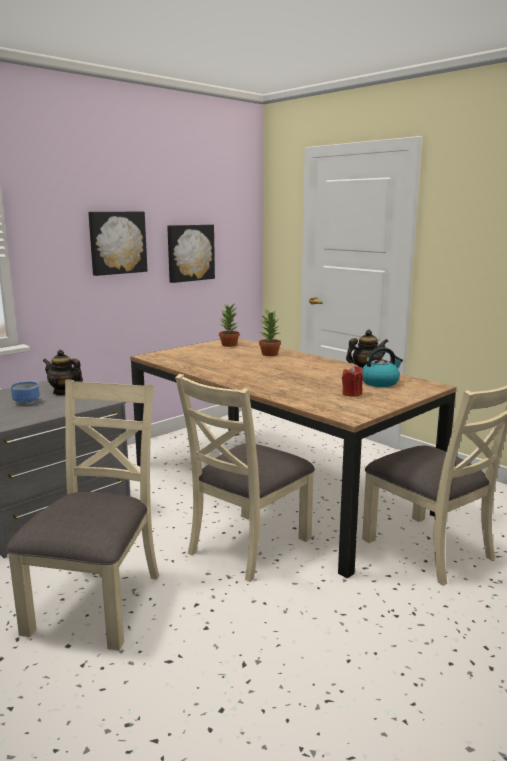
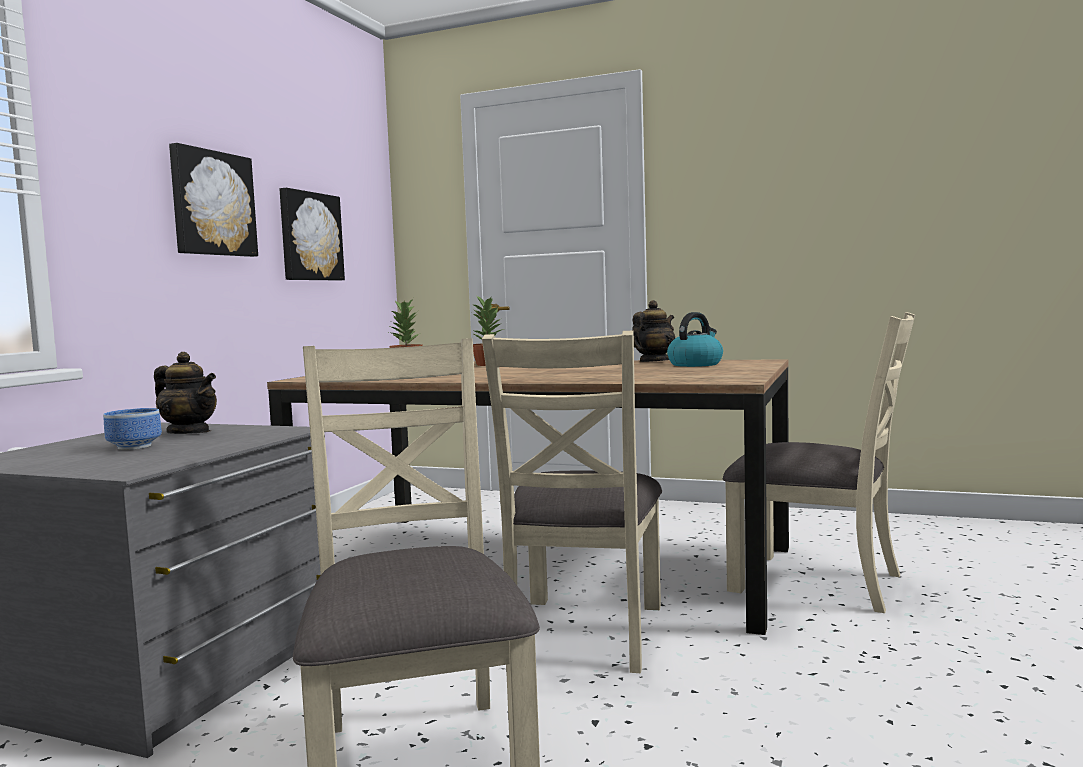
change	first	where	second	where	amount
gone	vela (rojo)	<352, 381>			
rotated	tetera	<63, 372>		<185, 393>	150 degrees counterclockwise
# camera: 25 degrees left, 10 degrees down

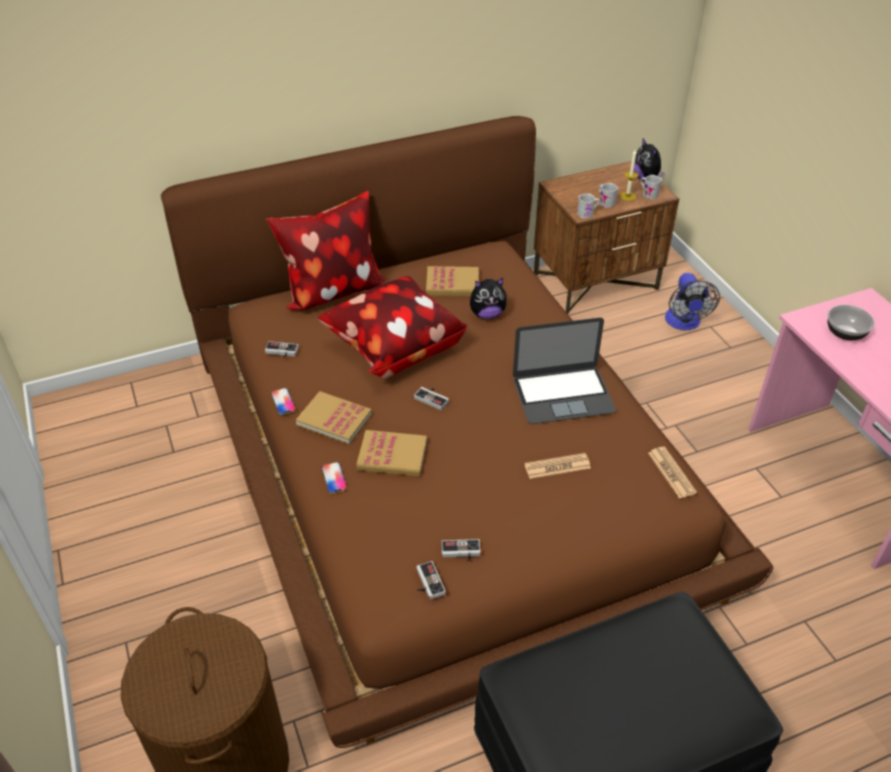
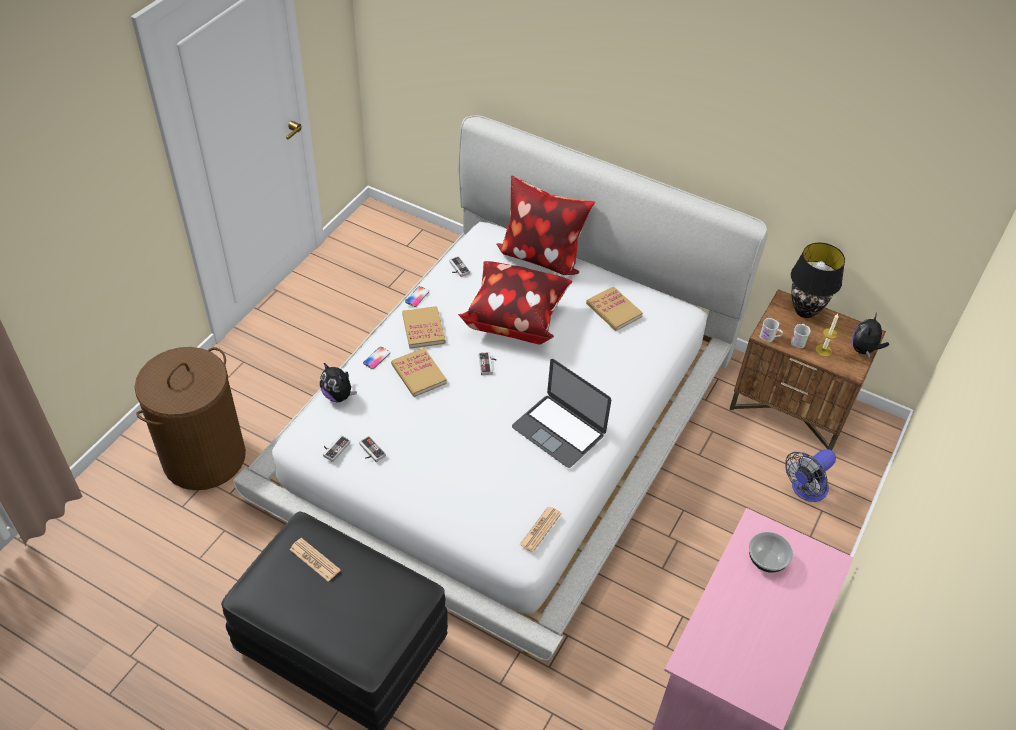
change	first	where	second	where	amount
gone	taza grande (blanco)	<651, 187>			
new			lámpara de mesa (negro)	<818, 280>	
shifted	peluche	<488, 298>		<338, 382>	
shifted	periódico	<558, 466>		<315, 560>	
repainted	cama (marrón)	<467, 432>	cama (blanco)	<500, 388>	
# camera: 50 degrees right, 5 degrees up

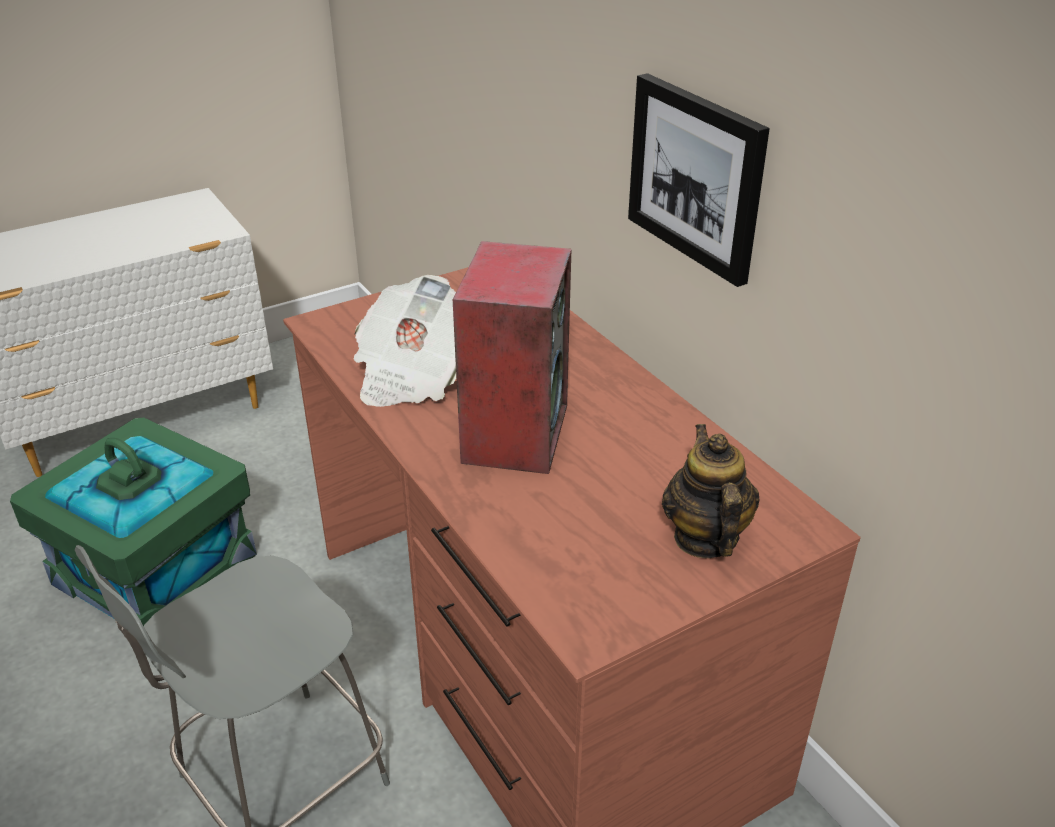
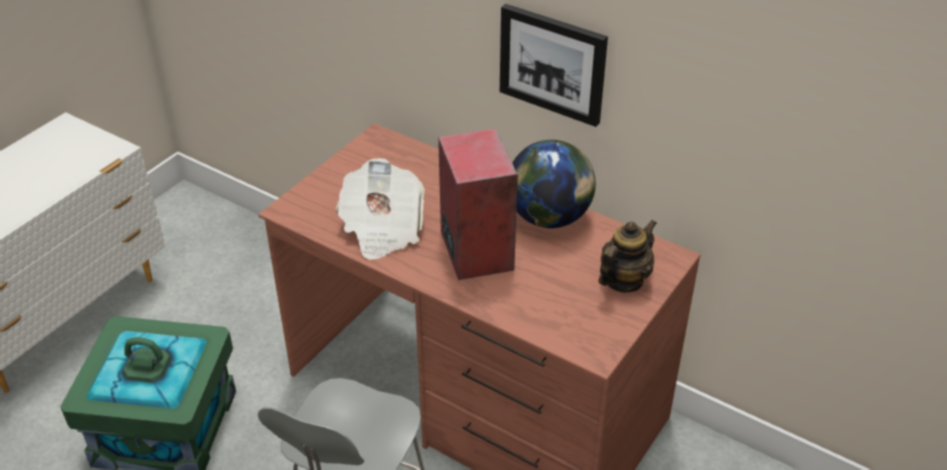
change	first	where	second	where	amount
new			globo terráqueo	<554, 184>	
rotated	tetera	<711, 491>		<627, 256>	75 degrees clockwise
# camera: 25 degrees left, 5 degrees up

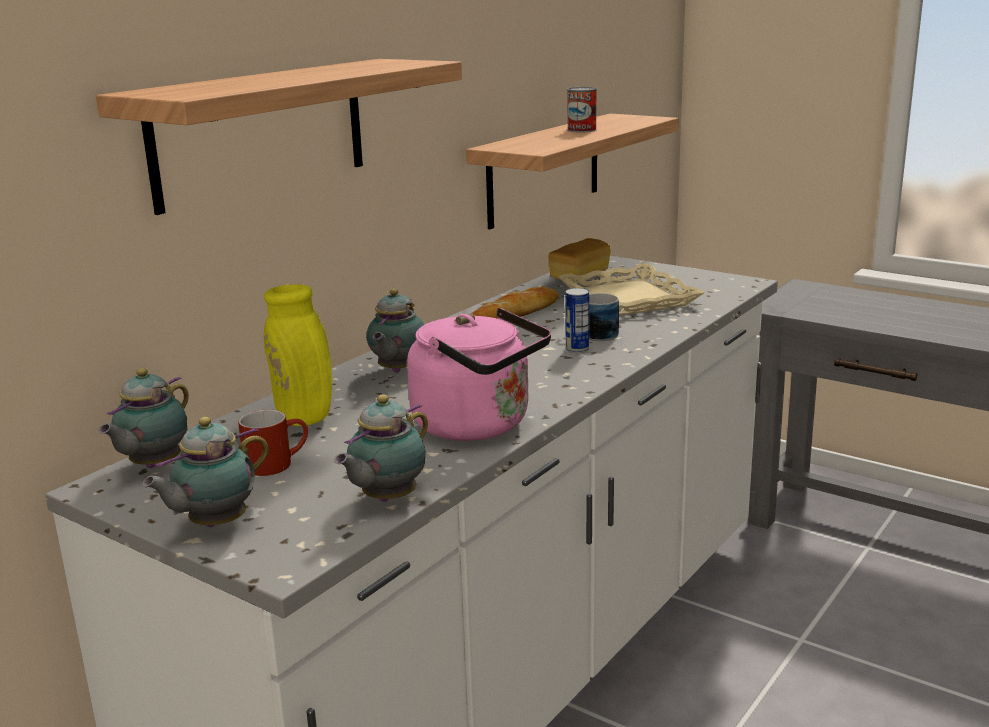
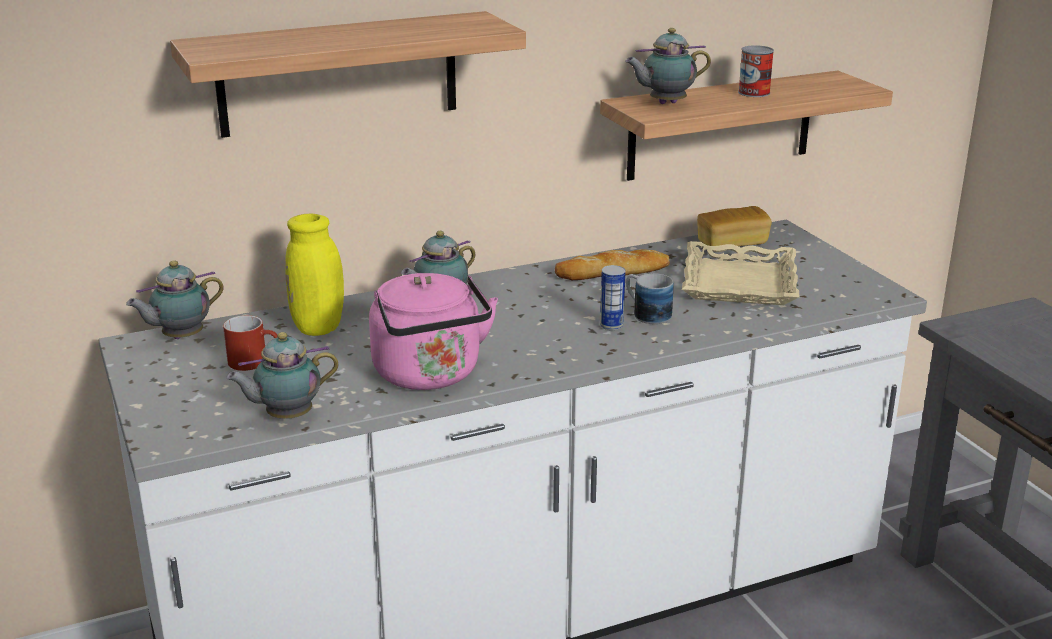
change	first	where	second	where	amount
shifted	tetera	<205, 472>		<668, 66>	
# camera: 30 degrees right, 5 degrees up

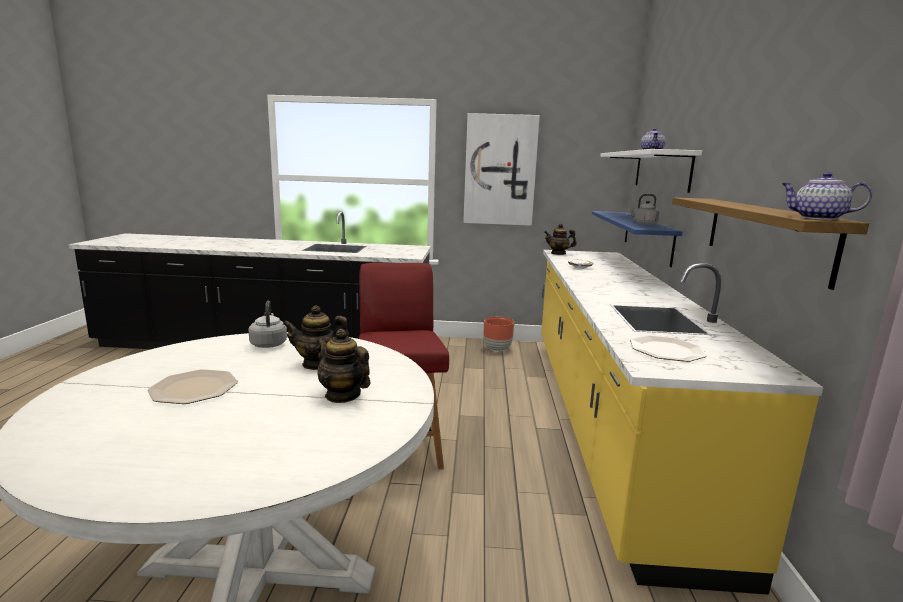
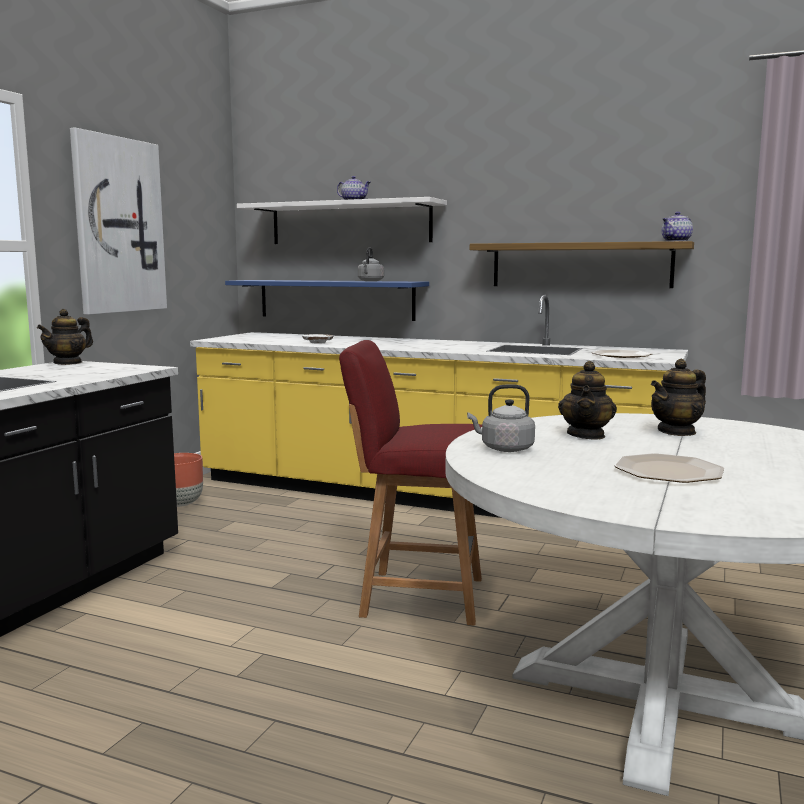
change	first	where	second	where	amount
shifted	tetera	<560, 239>		<65, 337>	
# camera: 70 degrees left, 5 degrees down

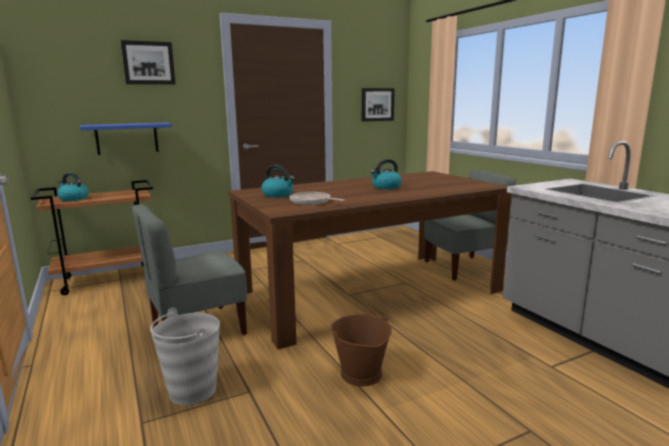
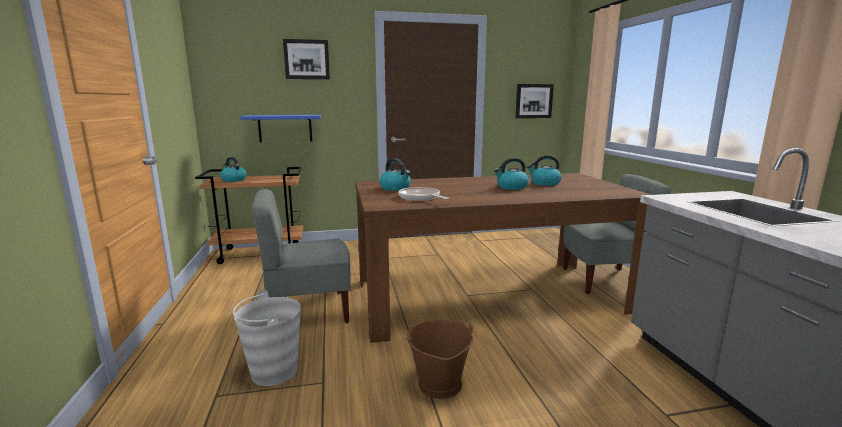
change	first	where	second	where	amount
new			hervidor	<544, 170>	
# camera: 15 degrees right, 0 degrees up

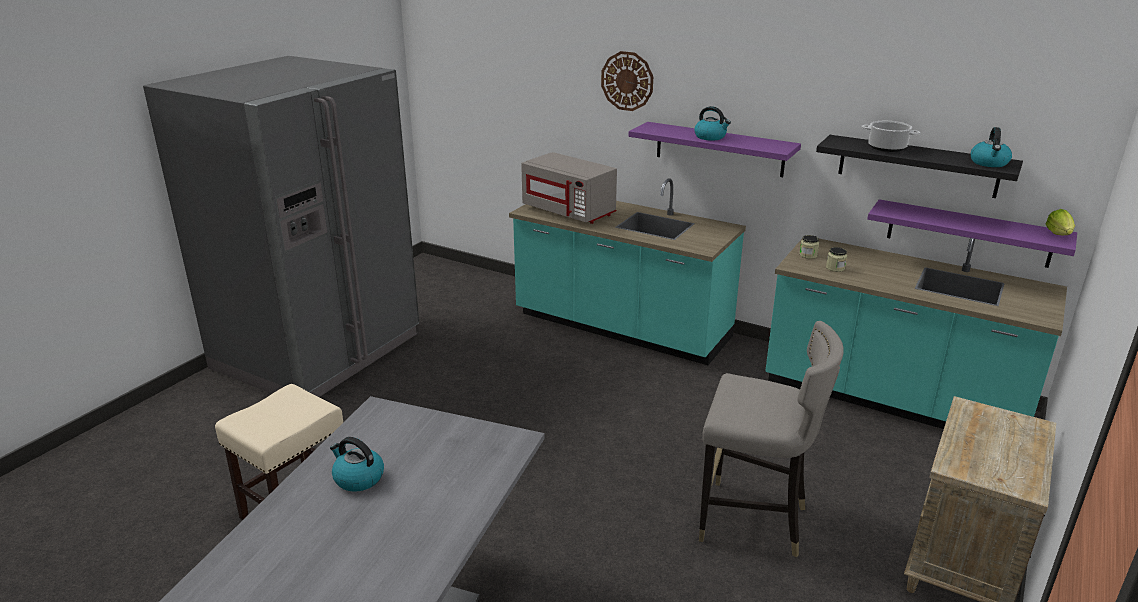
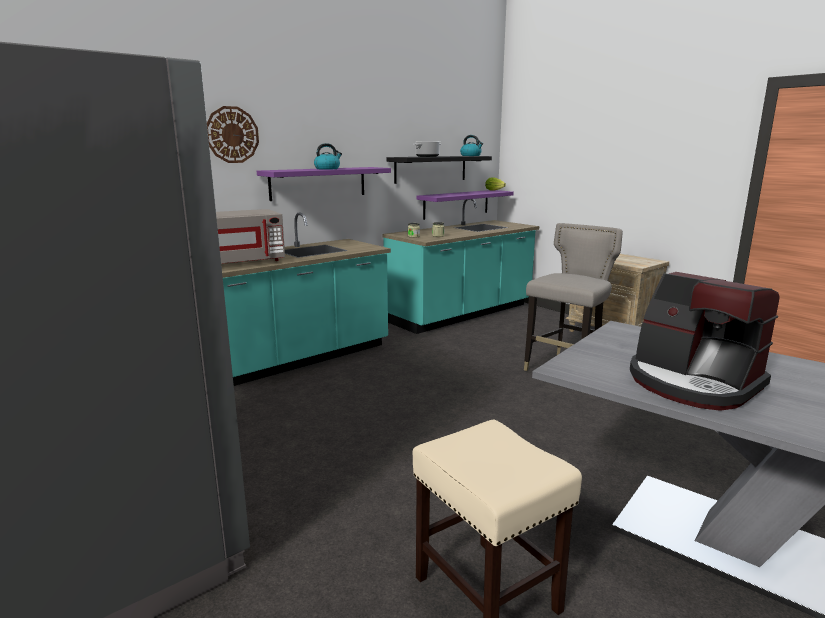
change	first	where	second	where	amount
swapped	hervidor	<357, 464>	cafetera	<704, 341>	
# camera: 70 degrees left, 10 degrees down

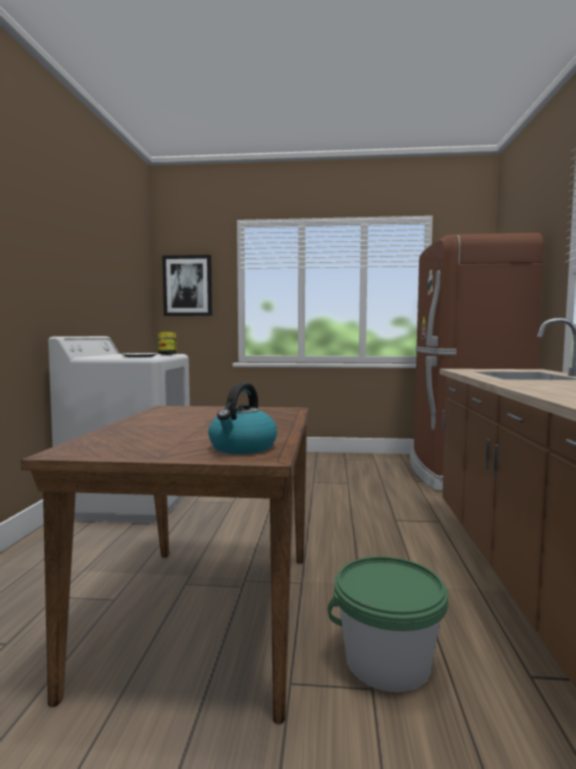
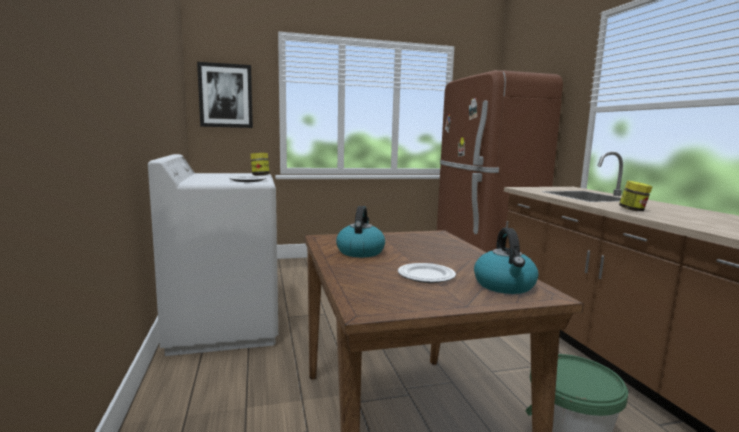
change	first	where	second	where	amount
new			hervidor	<360, 231>	
new			plato	<427, 273>	
new			tarro	<635, 196>	
# camera: 20 degrees left, 5 degrees up

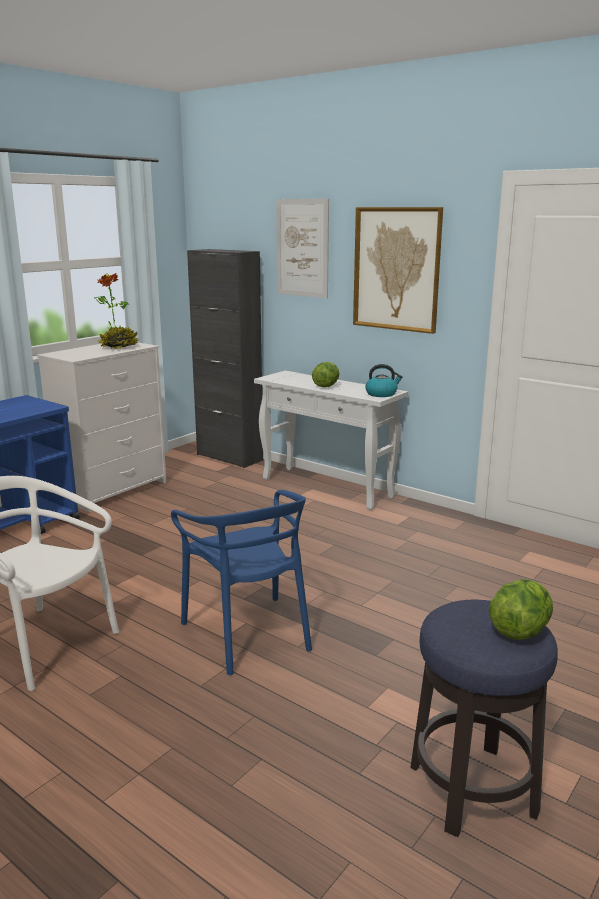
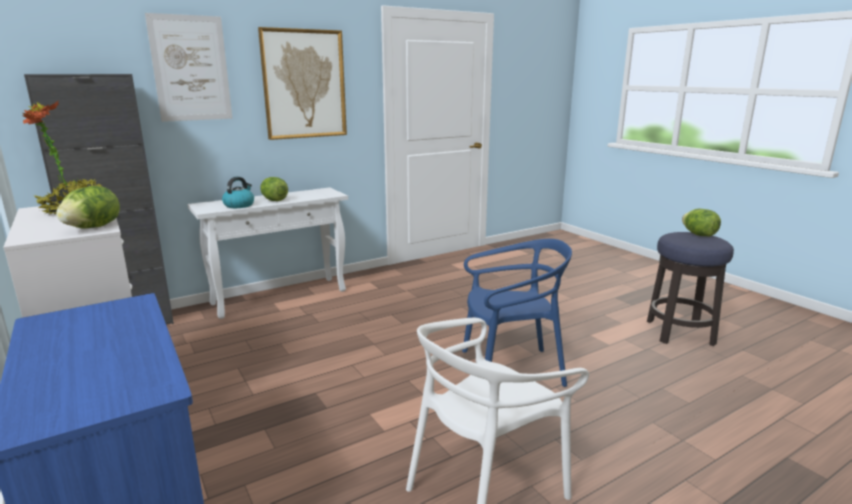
change	first	where	second	where	amount
new			lechuga	<88, 207>	
shifted	hervidor	<384, 380>		<238, 192>	
# camera: 70 degrees left, 0 degrees up

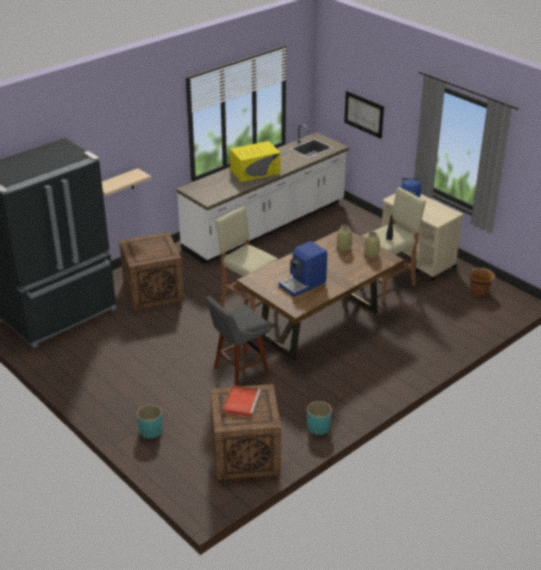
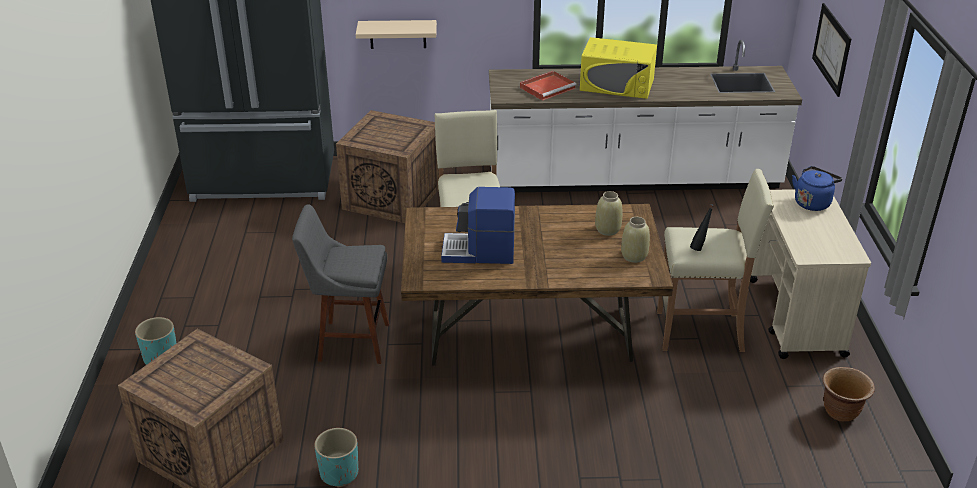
change	first	where	second	where	amount
shifted	bandeja (rojo)	<241, 401>		<548, 86>	
# camera: 40 degrees right, 0 degrees up

